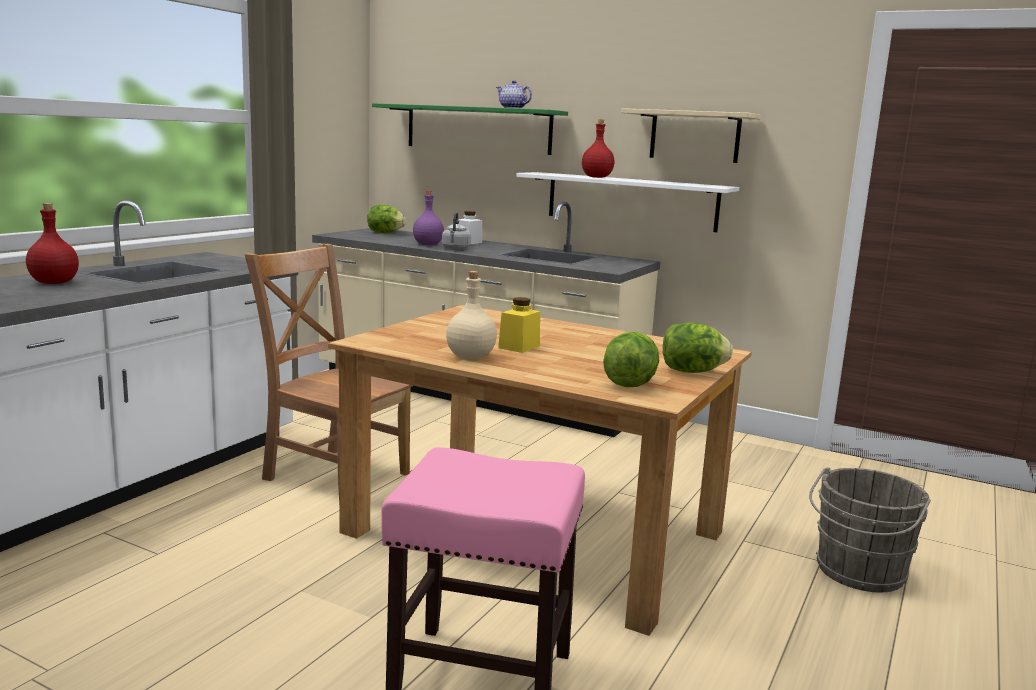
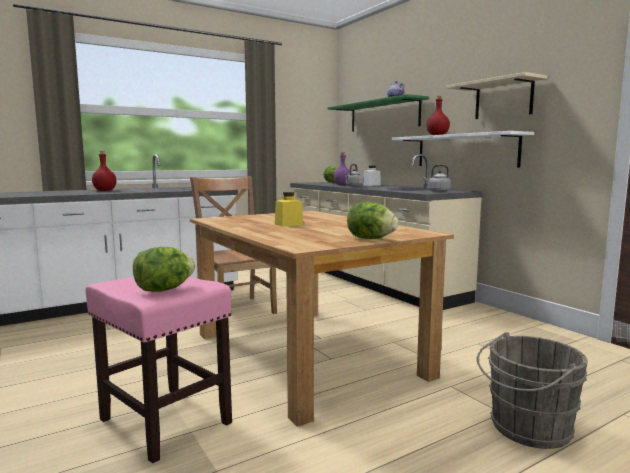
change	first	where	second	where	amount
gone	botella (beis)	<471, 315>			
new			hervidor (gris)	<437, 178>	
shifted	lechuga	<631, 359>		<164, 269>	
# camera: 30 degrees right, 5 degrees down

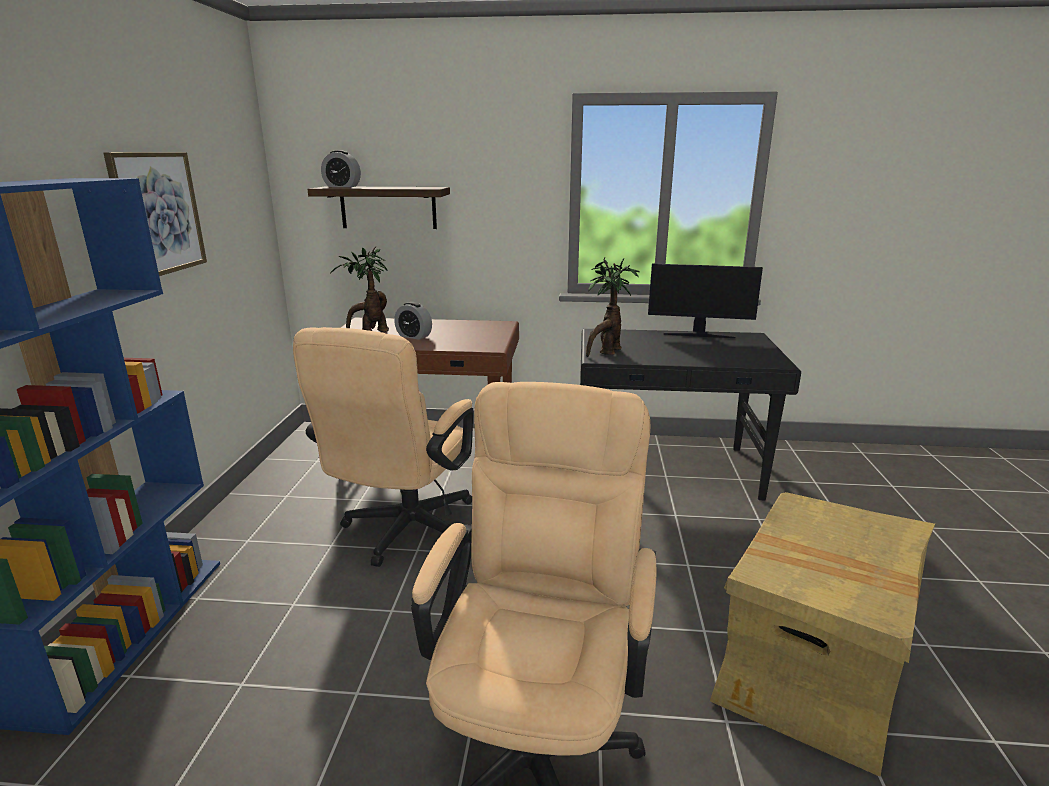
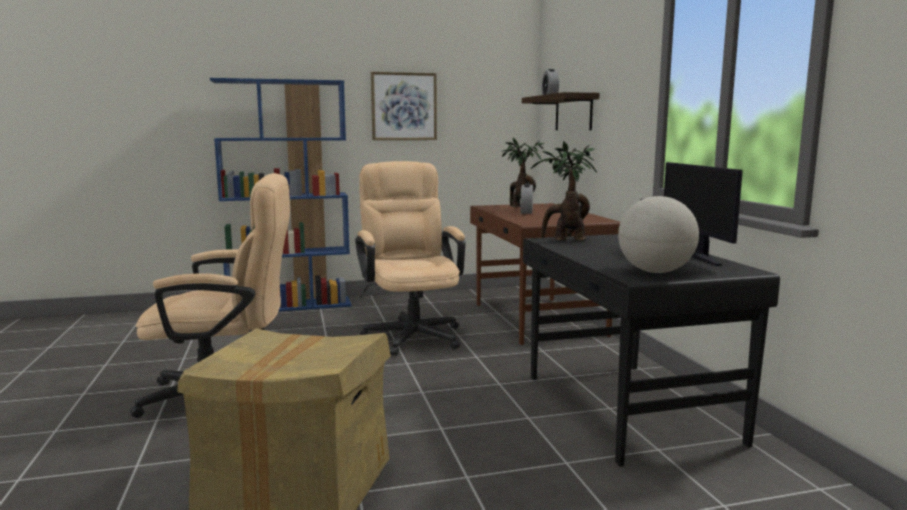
change	first	where	second	where	amount
new			globo terráqueo	<658, 234>	
rotated	silla de oficina (beis)	<383, 447>		<410, 258>	75 degrees clockwise
# camera: 70 degrees right, 10 degrees down

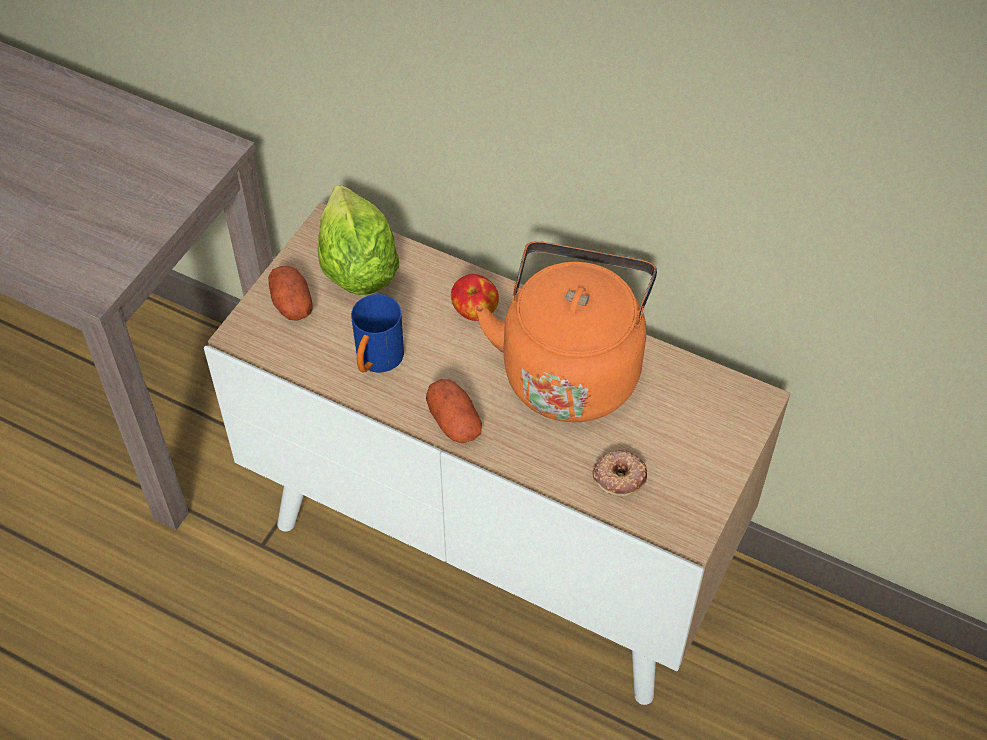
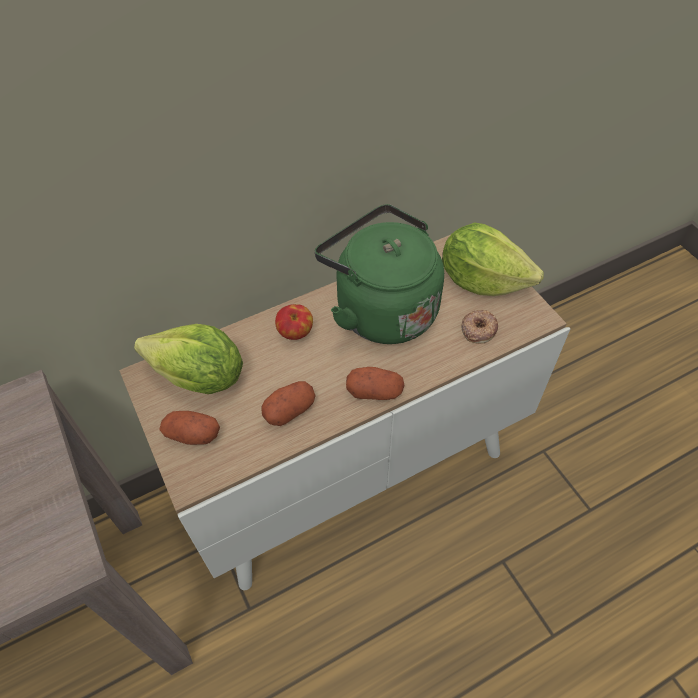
change	first	where	second	where	amount
new			lechuga	<493, 259>	
swapped	taza grande (azul)	<377, 333>	patata	<288, 403>	
repainted	hervidor (naranja)	<566, 331>	hervidor (verde)	<379, 274>	
# camera: 55 degrees left, 0 degrees up

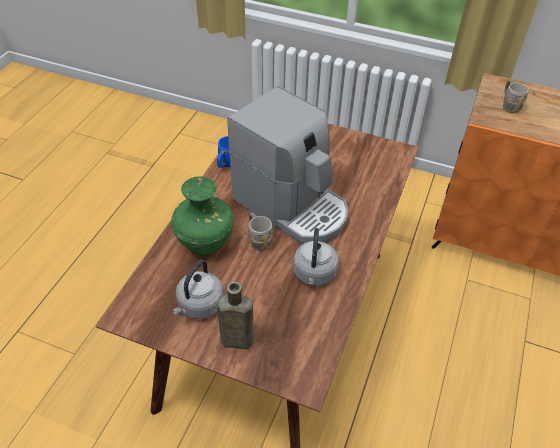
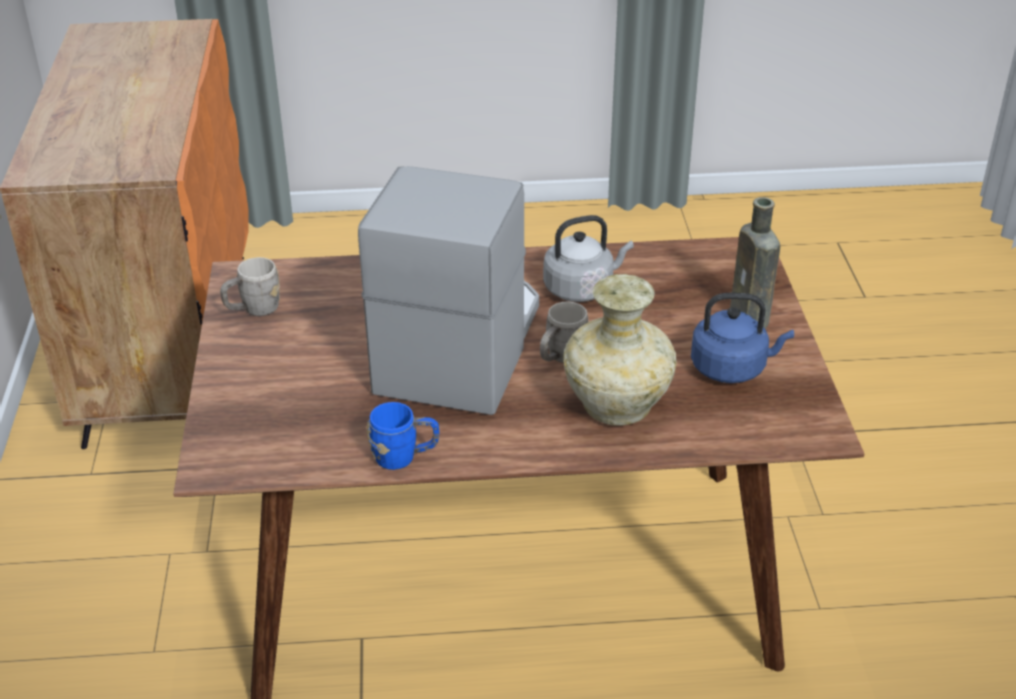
change	first	where	second	where	amount
shifted	taza grande (gris)	<516, 96>		<250, 286>	
repainted	florero (verde)	<202, 216>	florero (beis)	<620, 350>	
repainted	hervidor (gris)	<198, 289>	hervidor (azul)	<742, 338>	
# camera: 115 degrees left, 10 degrees down

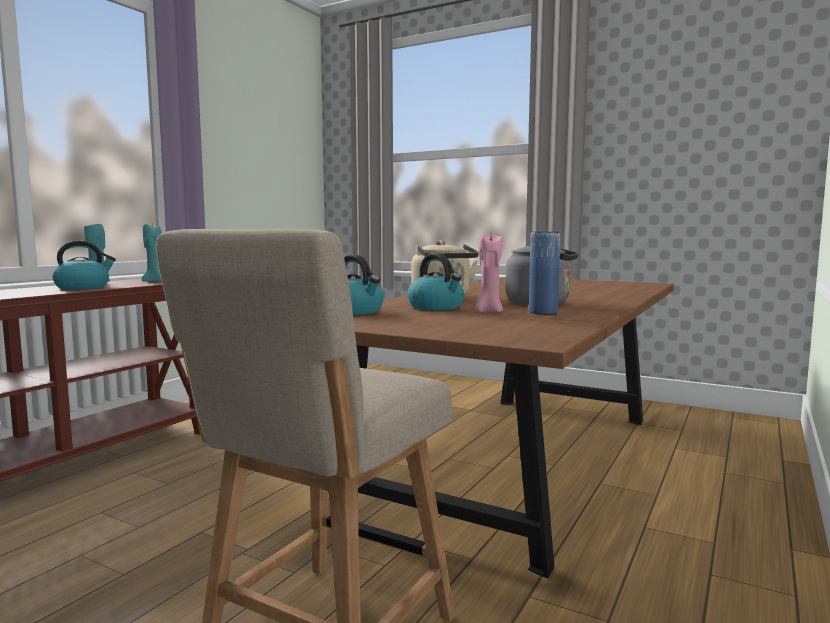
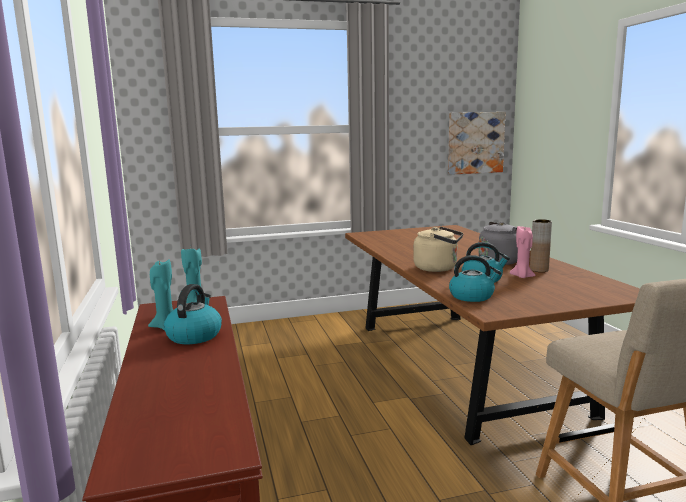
change	first	where	second	where	amount
new			cuadro	<476, 143>	
repainted	florero (azul)	<544, 273>	florero (marrón)	<541, 245>	
# camera: 45 degrees left, 5 degrees up

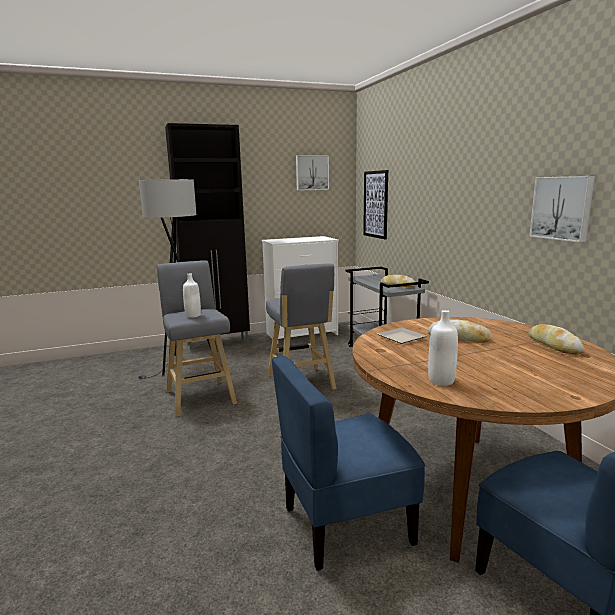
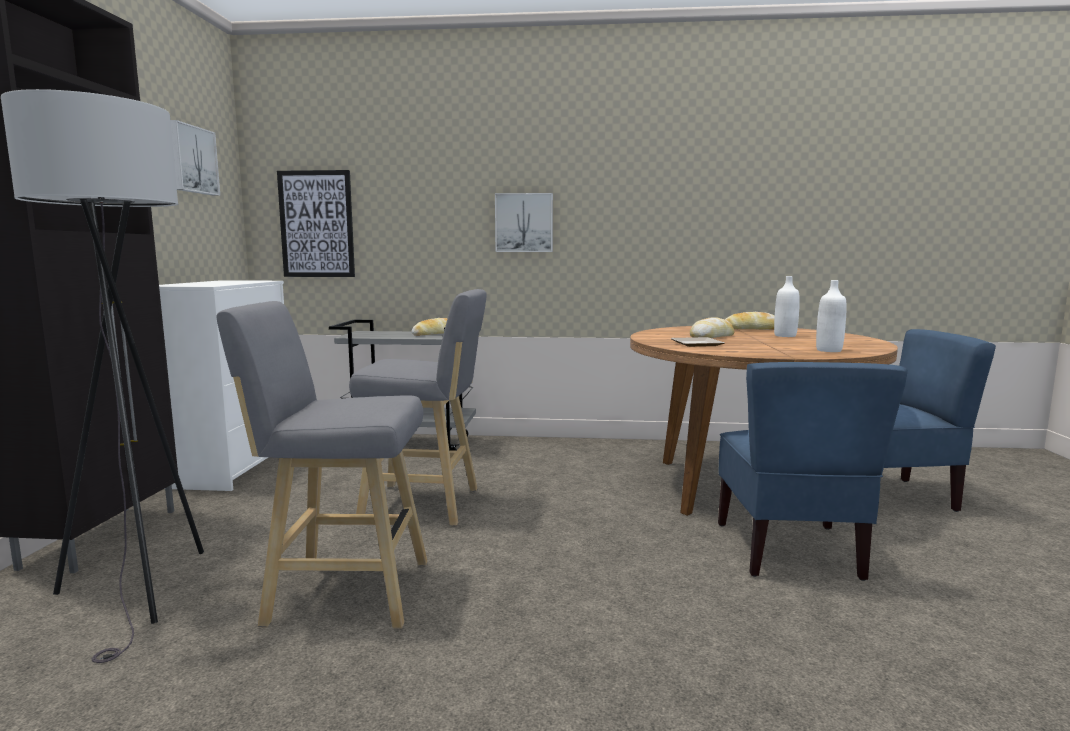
change	first	where	second	where	amount
shifted	botella (blanco)	<192, 295>		<787, 306>	
shifted	cuadro	<562, 209>		<524, 222>	
# camera: 65 degrees left, 5 degrees down

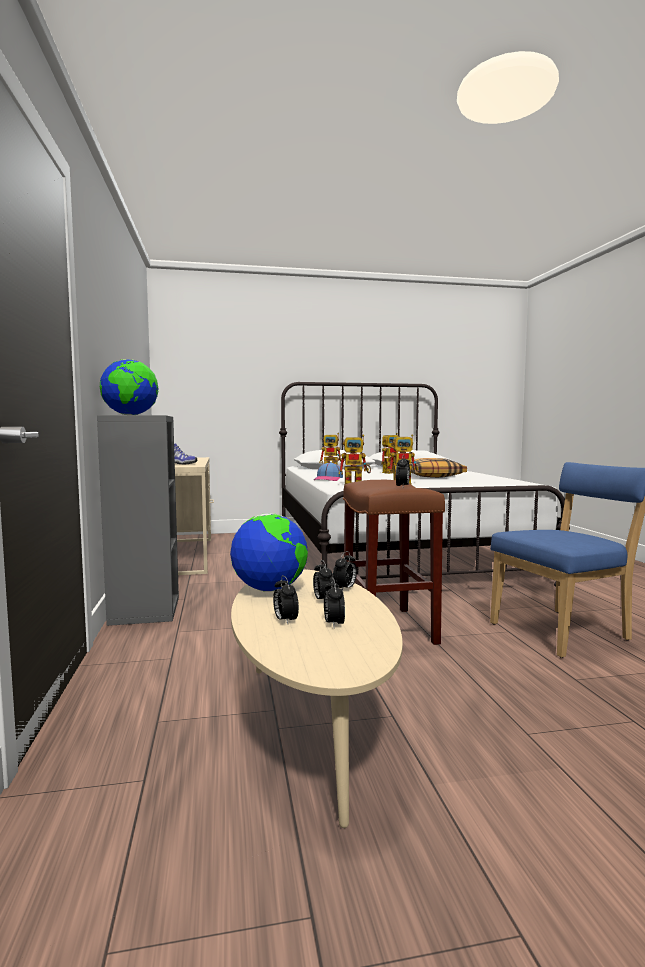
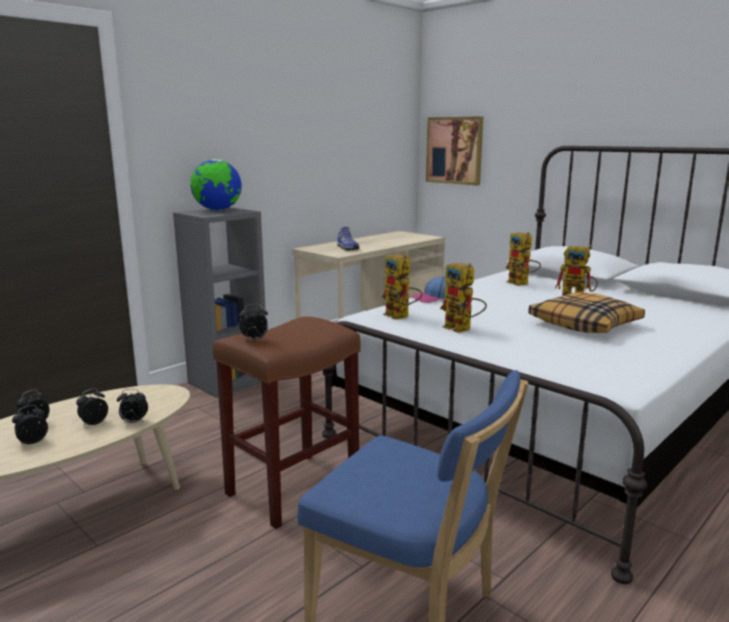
change	first	where	second	where	amount
gone	globo terráqueo	<269, 552>			
new			cuadro	<454, 150>	
# camera: 55 degrees right, 10 degrees up

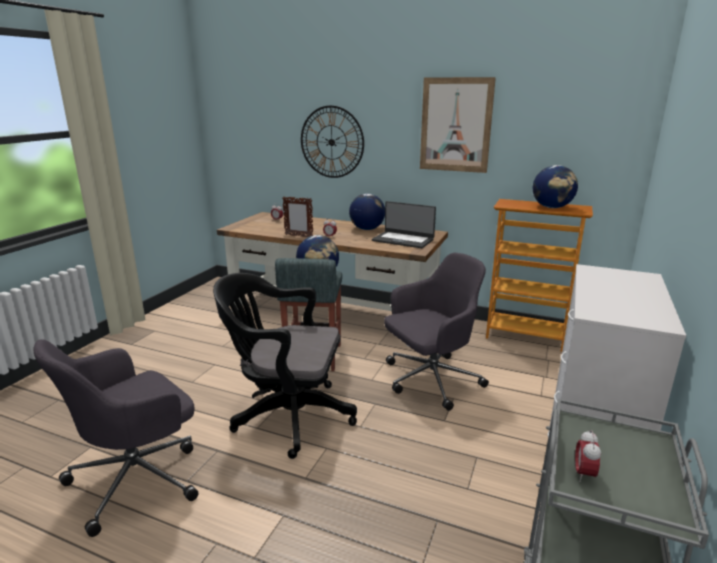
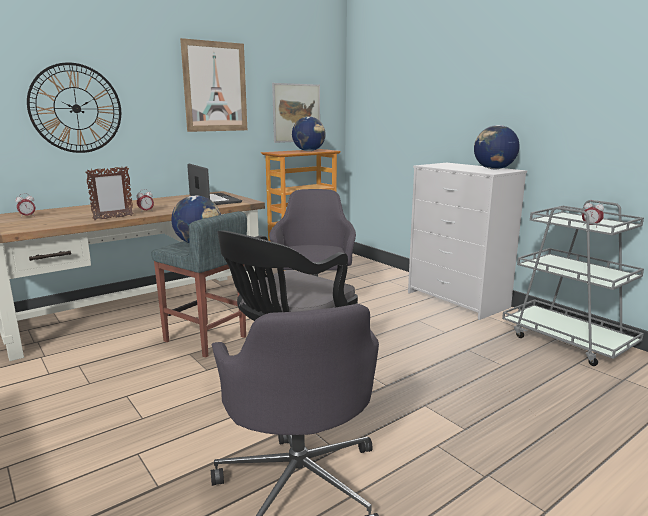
change	first	where	second	where	amount
new			cuadro	<296, 113>	
shifted	globo terráqueo	<367, 211>		<497, 147>	
rotated	portátil	<404, 224>		<214, 184>	90 degrees counterclockwise
# camera: 60 degrees left, 5 degrees down

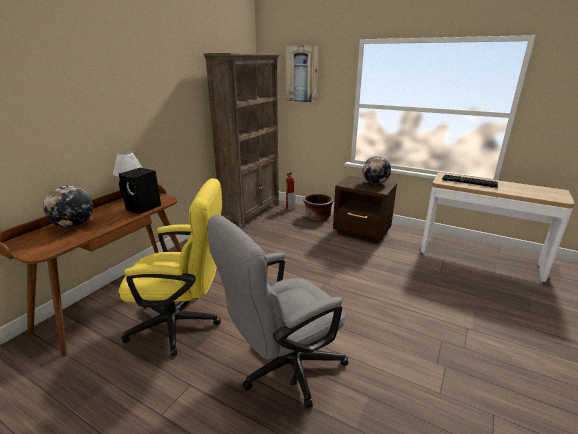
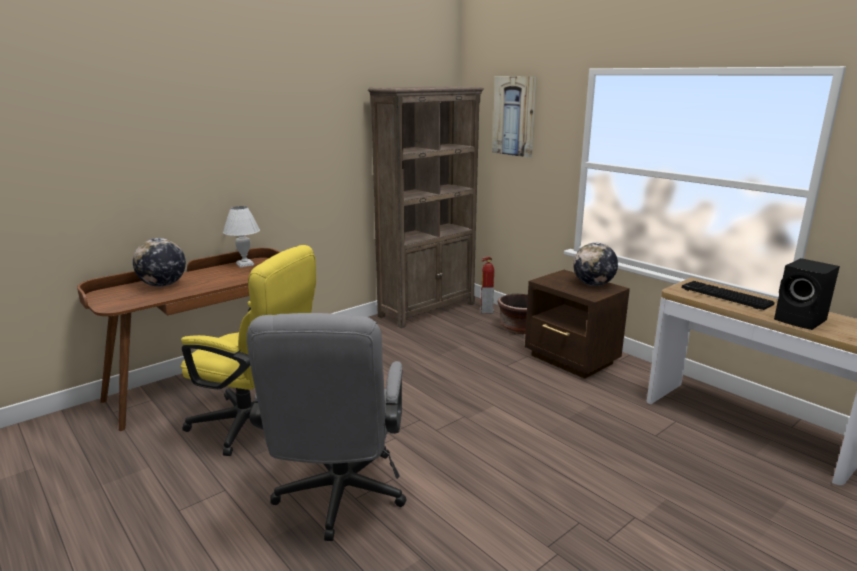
change	first	where	second	where	amount
shifted	altavoz (negro)	<140, 191>		<807, 294>	
rotated	silla de oficina (gris)	<277, 312>		<327, 427>	75 degrees counterclockwise
# camera: 20 degrees right, 5 degrees down

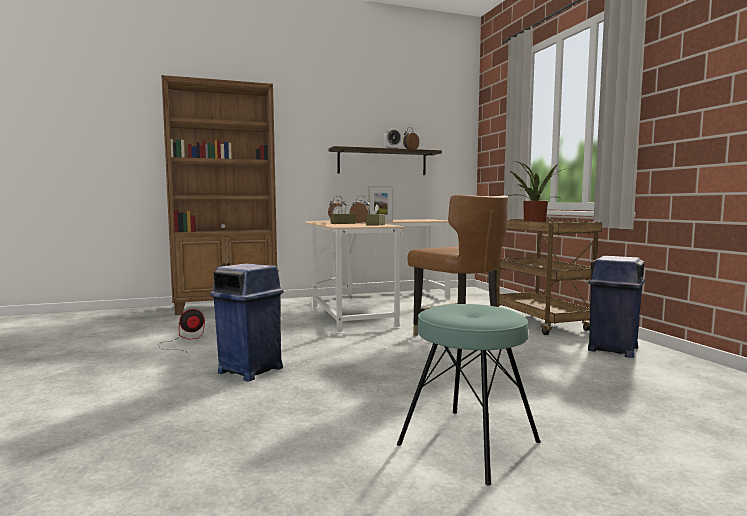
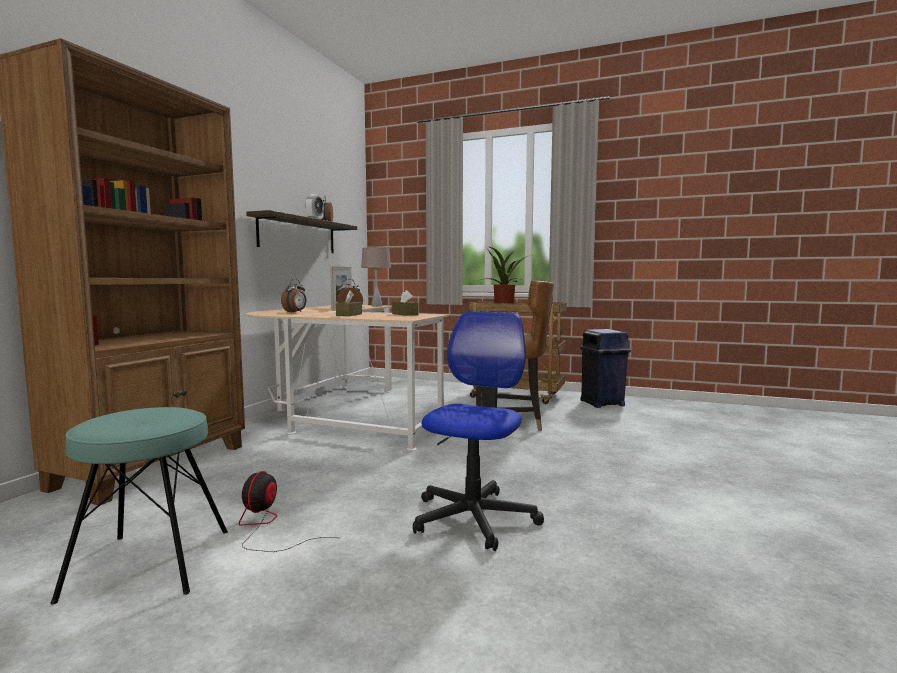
change	first	where	second	where	amount
new			lámpara de mesa (beis)	<376, 277>	
shifted	taburete (turquesa)	<469, 395>		<139, 506>	
swapped	papelera (azul)	<247, 322>	silla de oficina	<478, 431>	
# camera: 50 degrees left, 0 degrees up

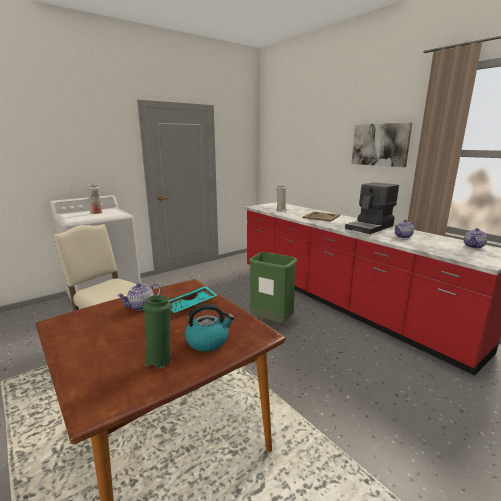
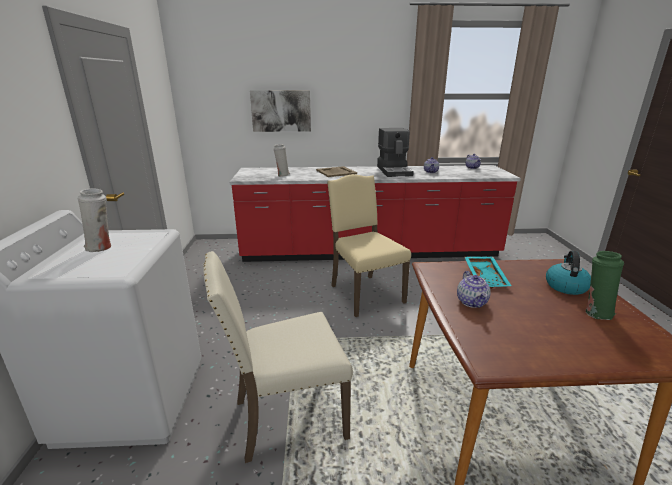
change	first	where	second	where	amount
shifted	cuadro	<381, 144>		<280, 111>	
swapped	papelera (verde)	<273, 287>	silla (beis)	<369, 245>	
# camera: 55 degrees left, 5 degrees up

